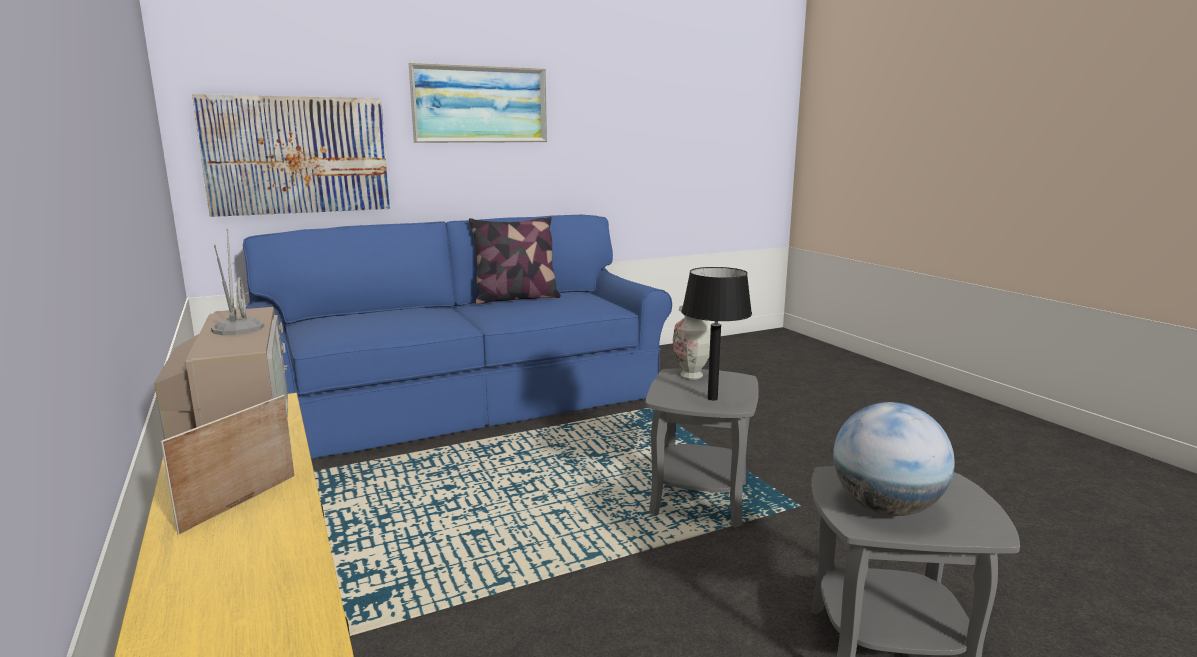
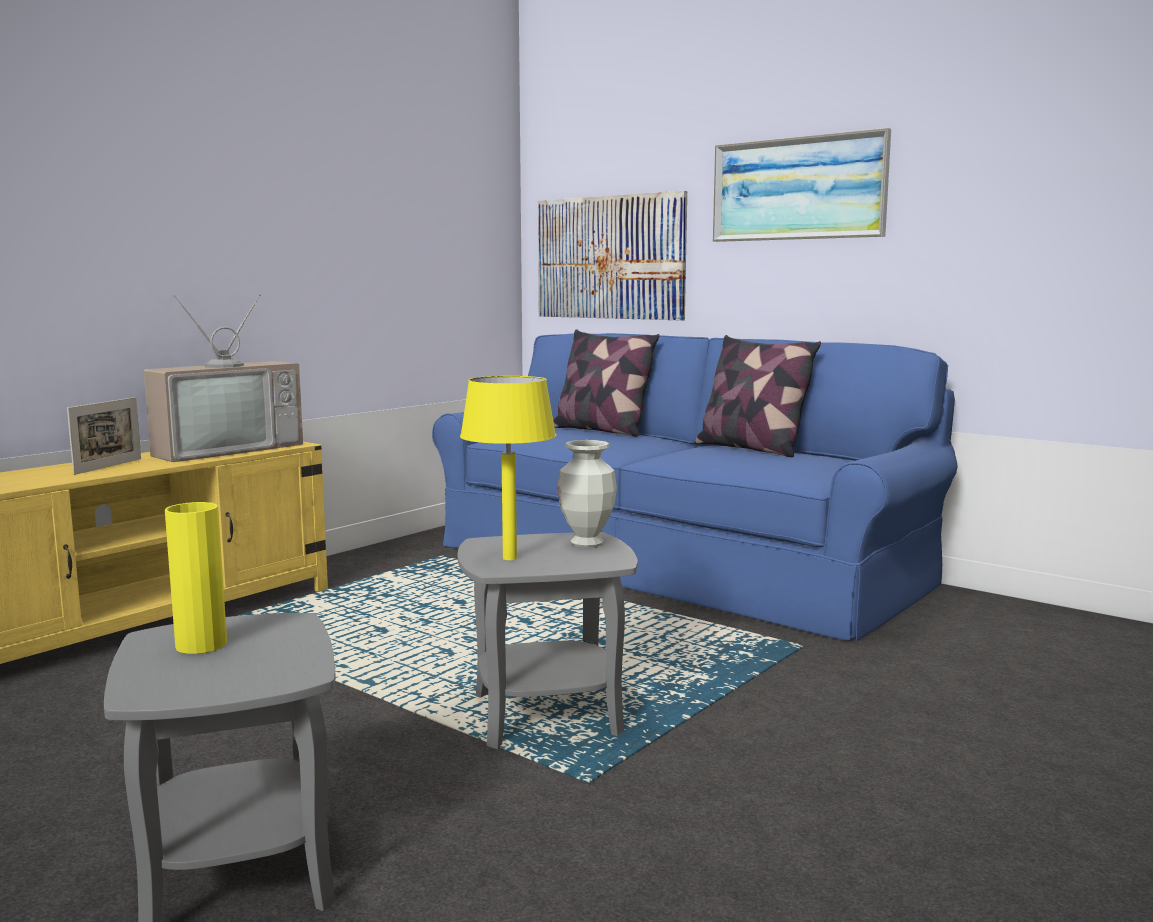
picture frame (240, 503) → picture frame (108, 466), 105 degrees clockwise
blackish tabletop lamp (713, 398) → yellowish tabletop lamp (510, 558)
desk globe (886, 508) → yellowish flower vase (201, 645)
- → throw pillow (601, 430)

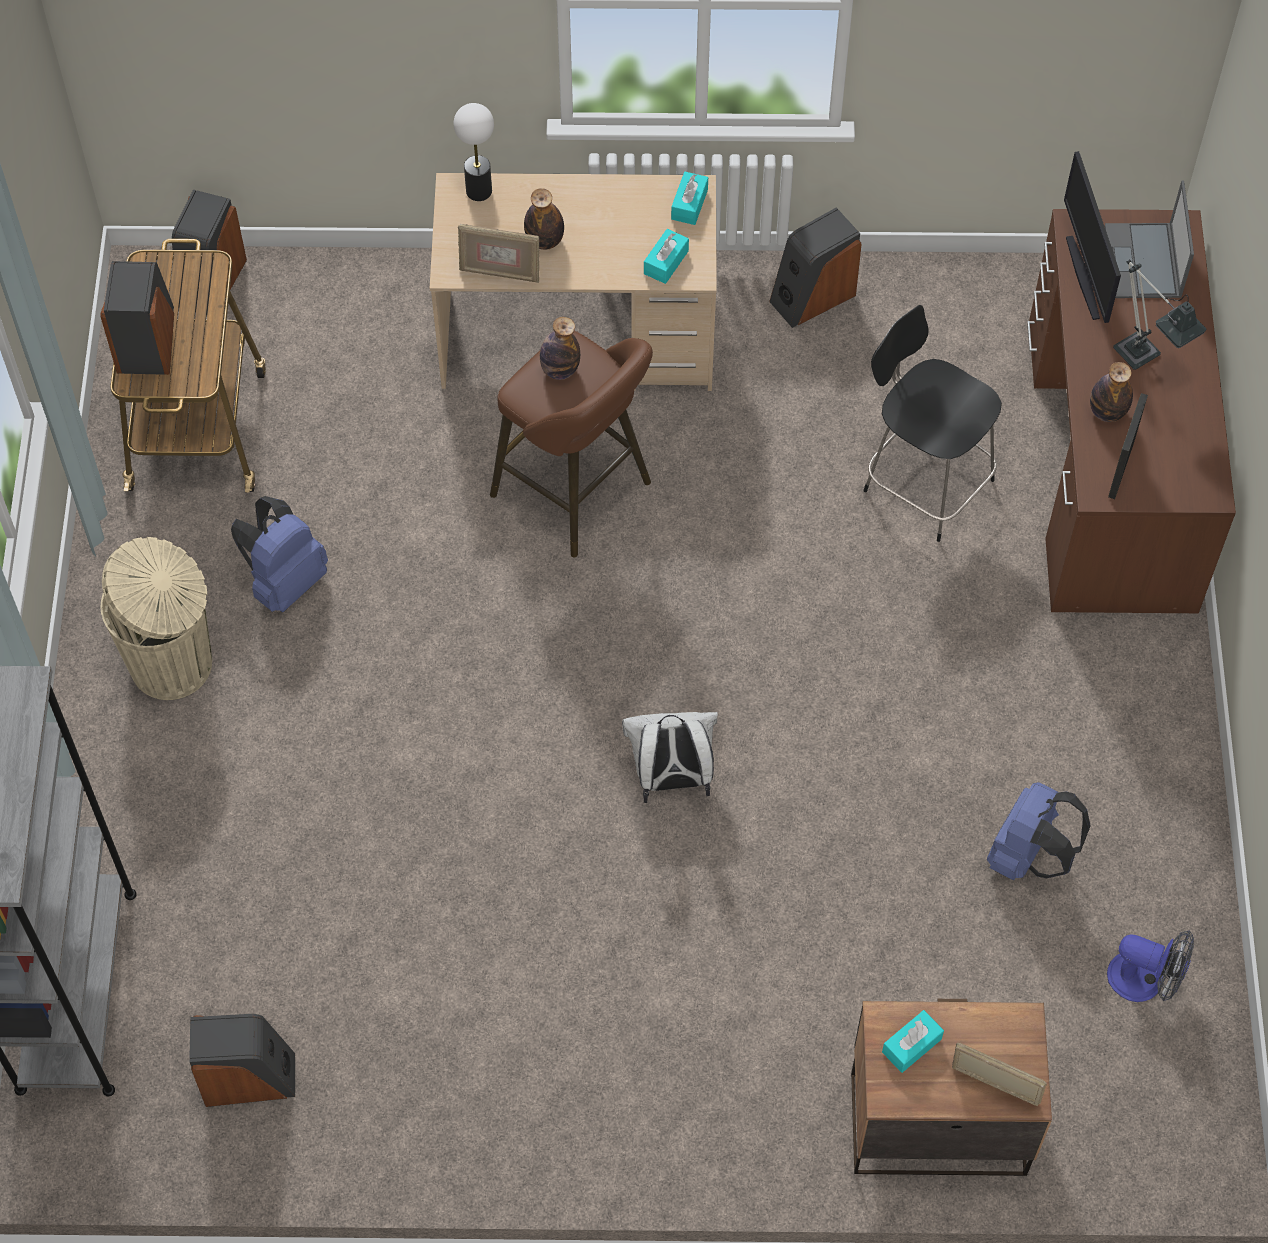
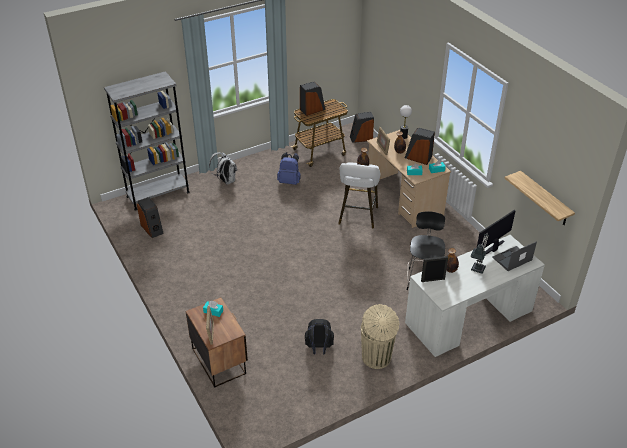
sand-coloured rubbish bin (174, 664) → sand-coloured rubbish bin (377, 358), shifted
brownish stool seat (578, 494) → white stool seat (358, 217)
white knapsack (671, 779) → white knapsack (225, 181), shifted
loudspeaker (812, 296) → loudspeaker (418, 158), shifted
bluish knapsack (1028, 855) → blackish knapsack (319, 348)
brownish desk (1109, 463) → white desk (468, 316)
electric fan (1145, 980) → -
- → wall shelf (544, 199)

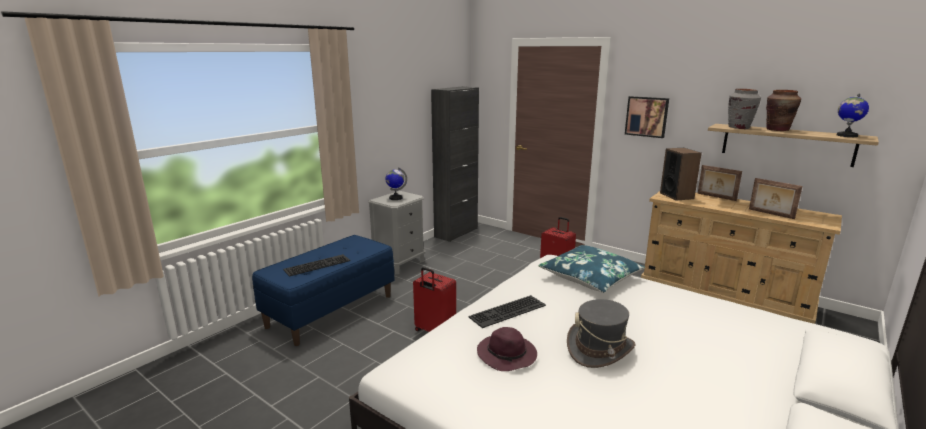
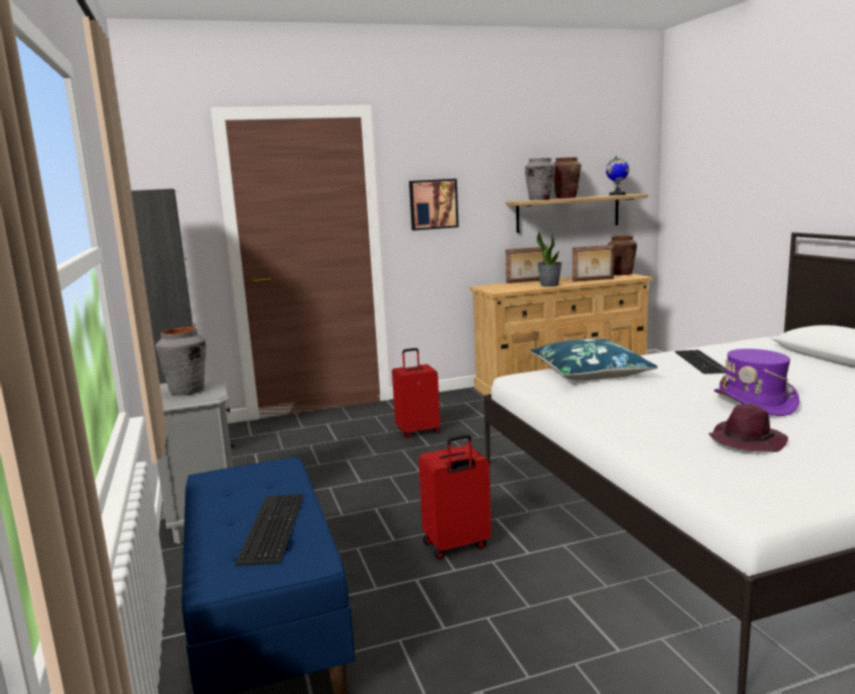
desk globe (395, 198) → gray flower vase (187, 391)
computer keyboard (508, 312) → computer keyboard (703, 362), shifted
gray clothing hat (600, 349) → purple-coloured clothing hat (755, 403)
loudspeaker (676, 196) → -
- → potted plant (549, 285)
- → brownish flower vase (621, 274)

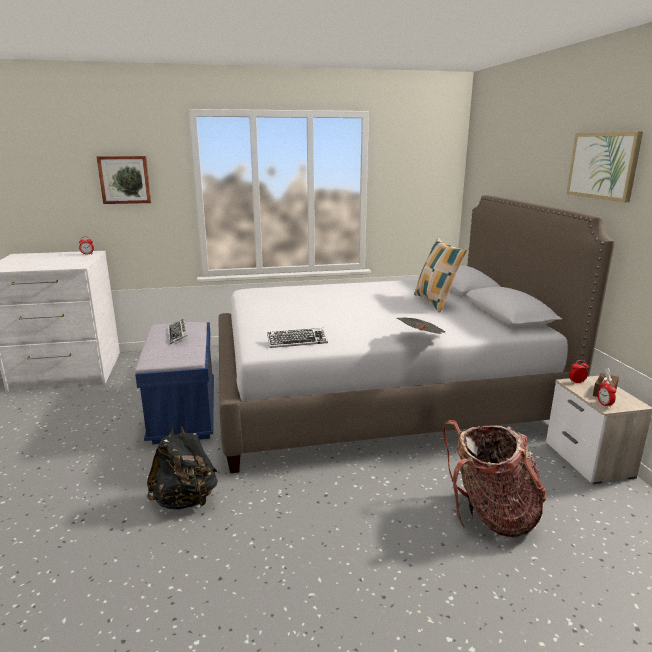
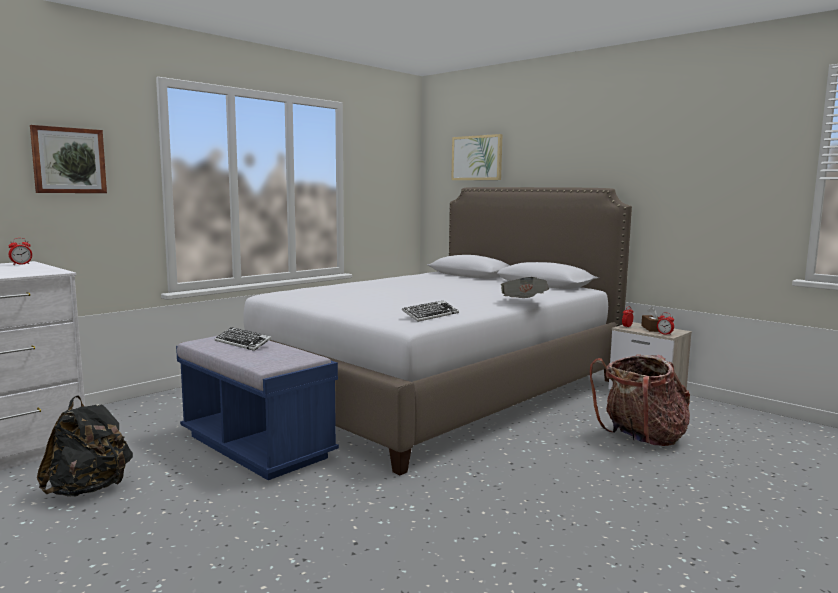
blackish knapsack (185, 500) → blackish knapsack (89, 490), shifted
throw pillow (435, 303) → -
wall art (603, 165) → wall art (477, 158), shifted

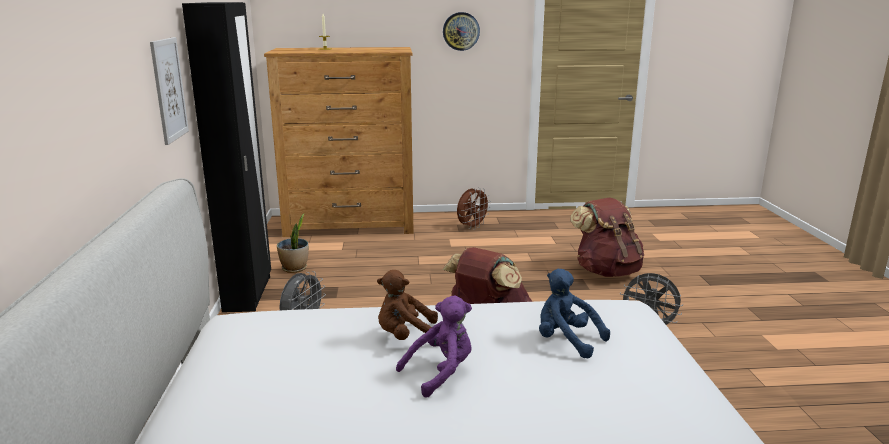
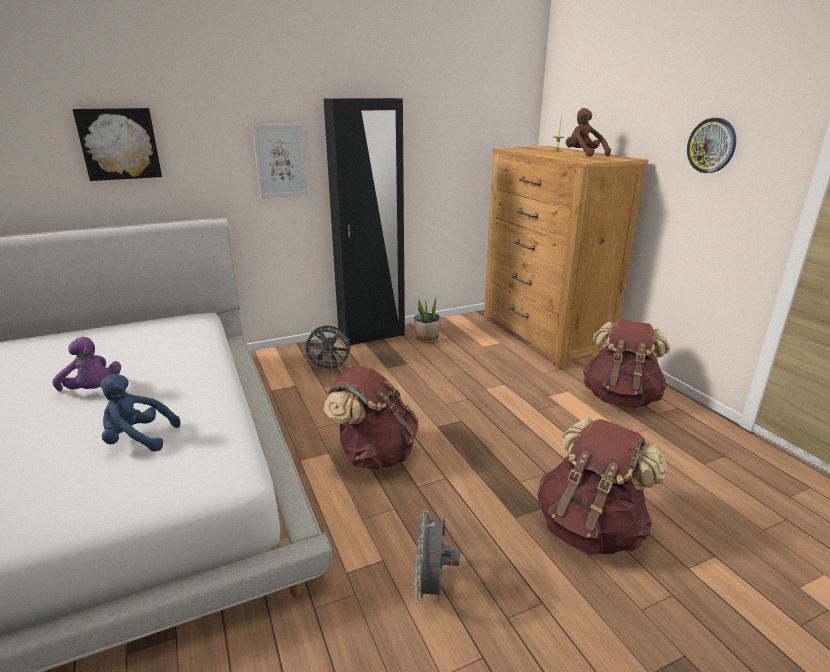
brownish plush toy (407, 337) → brownish plush toy (583, 155), shifted
brownish electric fan (472, 227) → brownish knapsack (620, 398)
bluish plush toy (566, 341) → bluish plush toy (138, 439), 105 degrees counterclockwise
- → wall art (119, 144)

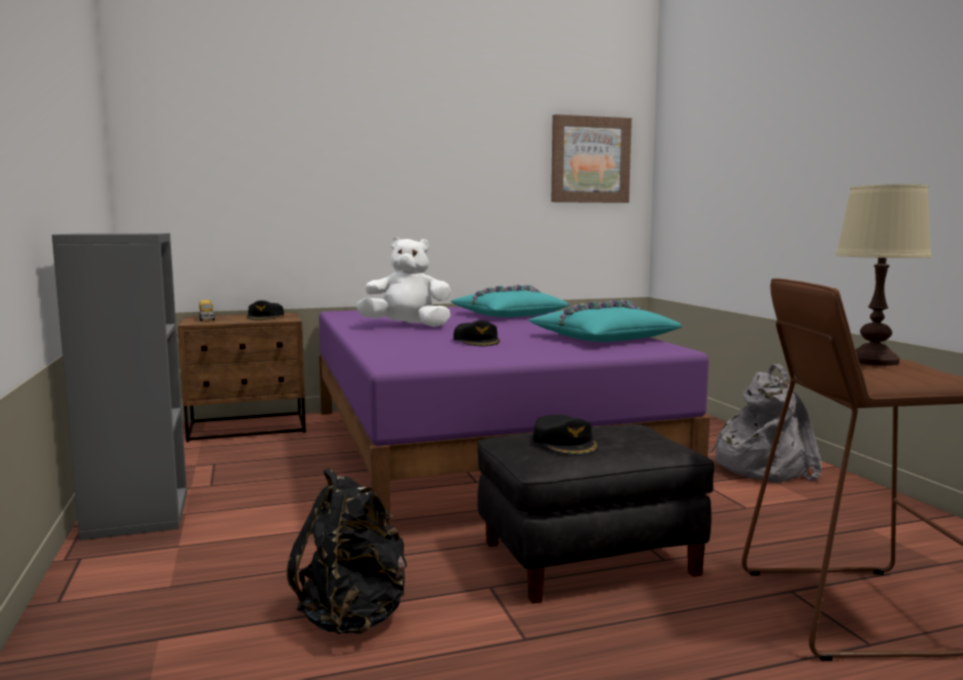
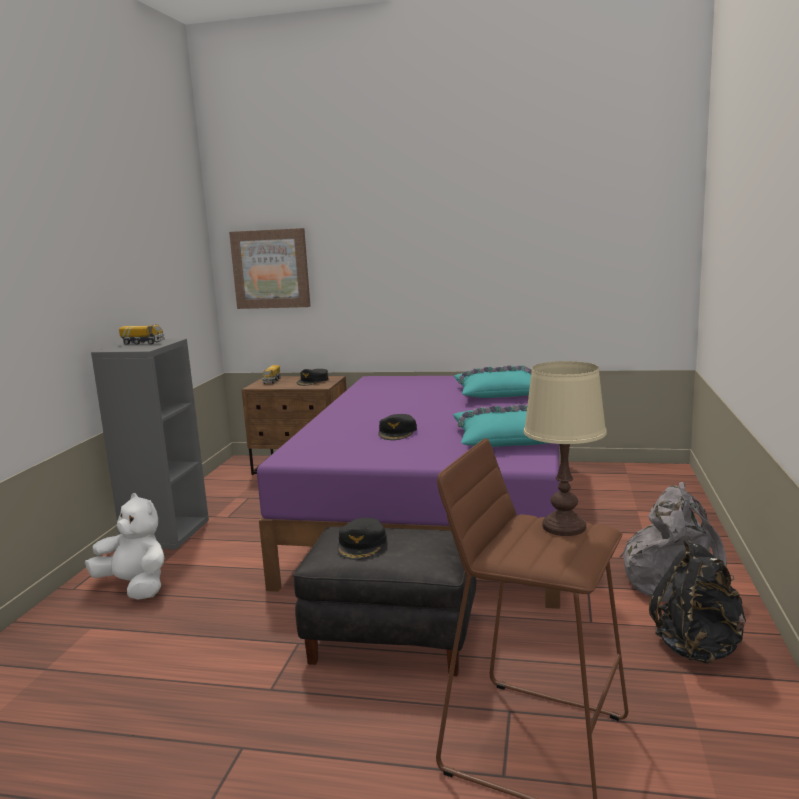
blackish knapsack (354, 616) → blackish knapsack (698, 647), shifted
white plush toy (407, 326) → white plush toy (135, 587), shifted
wall art (590, 160) → wall art (271, 269), shifted
- → model truck (143, 343)

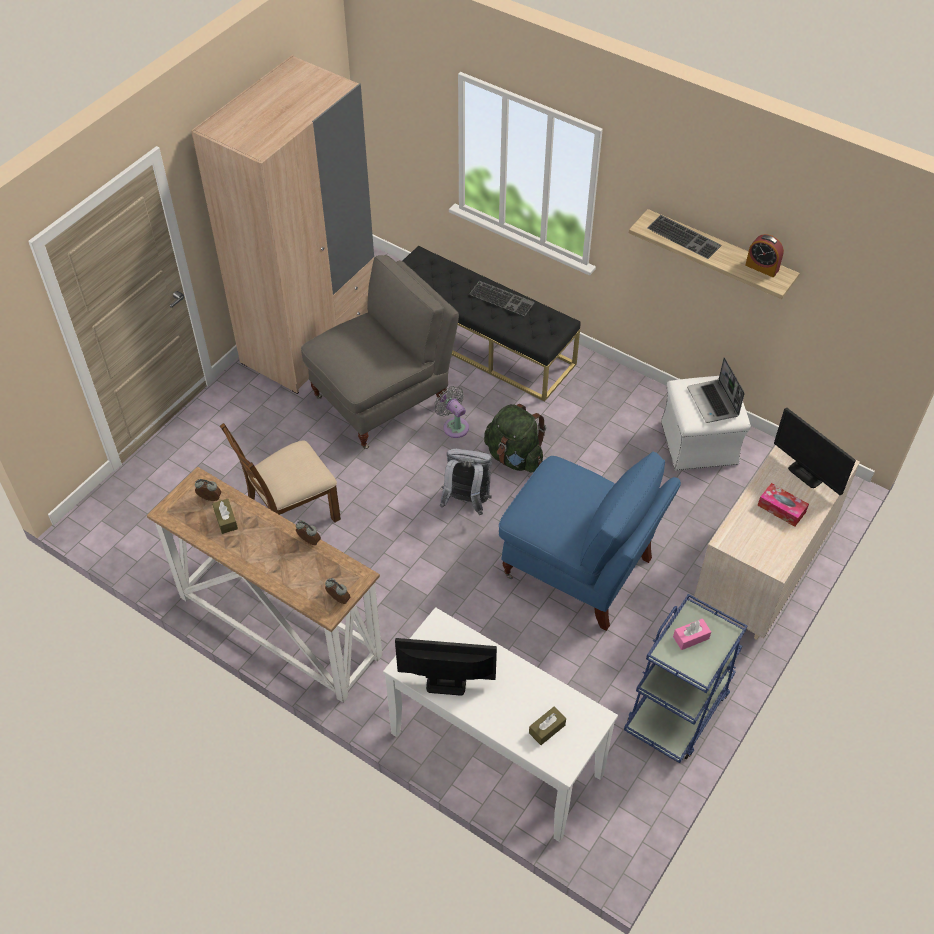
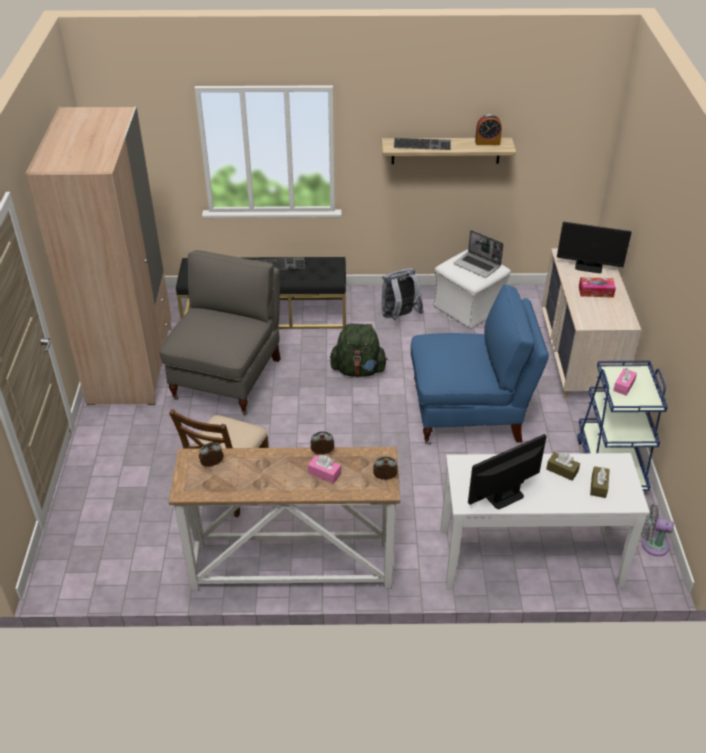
brownish tissue holder (226, 520) → brownish tissue holder (562, 470), shifted
gray electric fan (454, 426) → gray electric fan (651, 544), shifted
gray knapsack (466, 501) → gray knapsack (399, 317), shifted
- → pinkish tissue holder (324, 473)

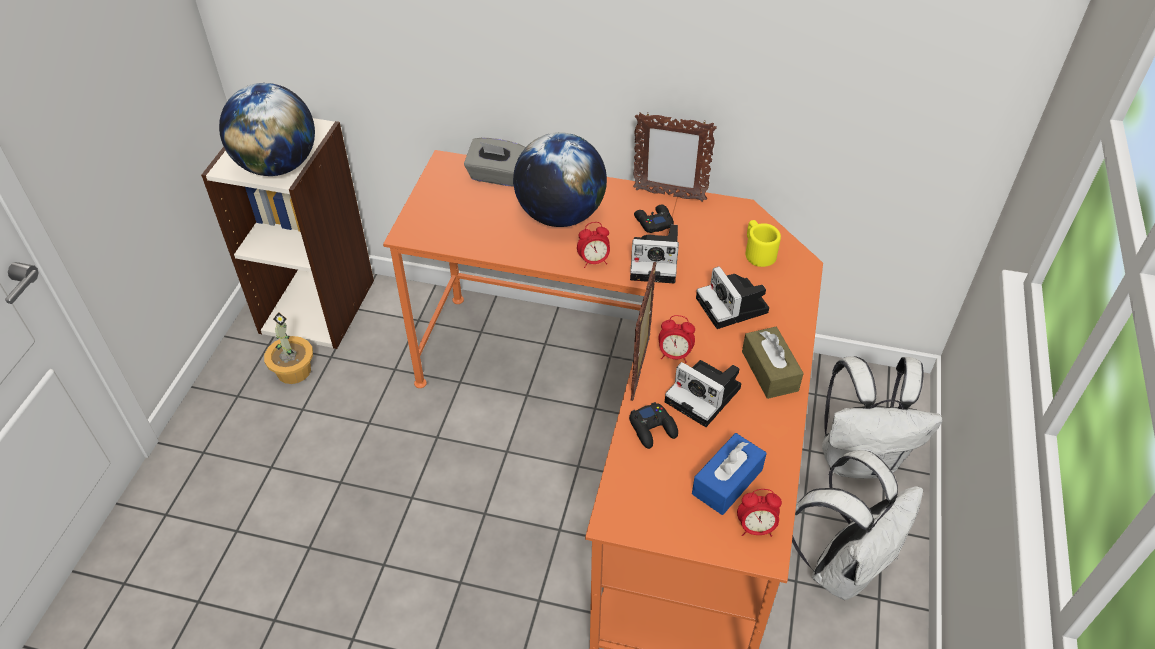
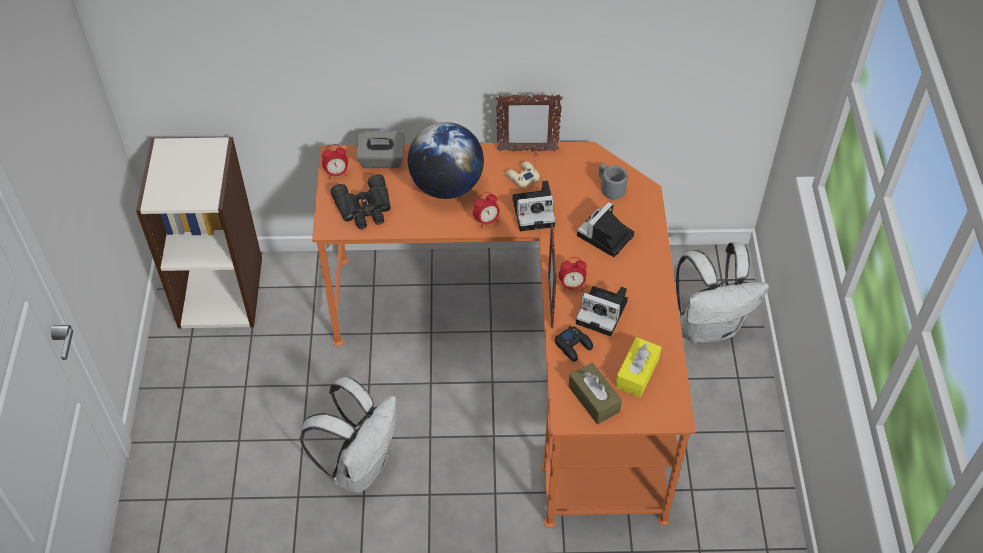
desk globe (278, 166) → -
potted plant (293, 370) → -
blackish gamepad (653, 222) → sand-coloured gamepad (522, 177)
bluish tissue holder (727, 482) → yellowish tissue holder (637, 373)
photo camera (734, 307) → photo camera (604, 237), 75 degrees clockwise
bedside clock (755, 528) → bedside clock (337, 173), shifted
brownish tissue holder (769, 371) → brownish tissue holder (594, 399), shifted
yellowish tea mug (757, 252) → gray tea mug (610, 187)
white knapsack (843, 566) → white knapsack (360, 466), shifted
- → blackish pair of binoculars (364, 208)

